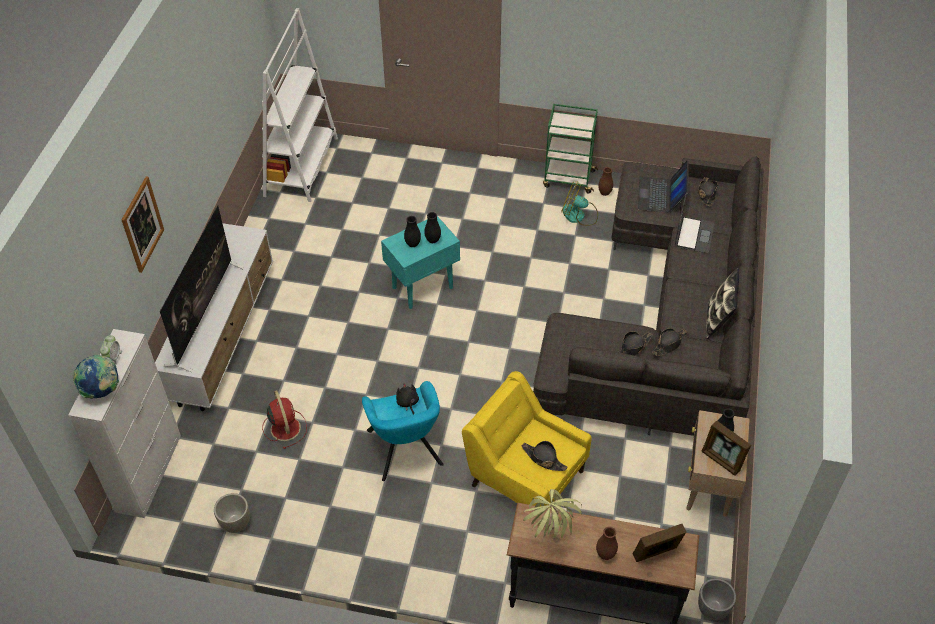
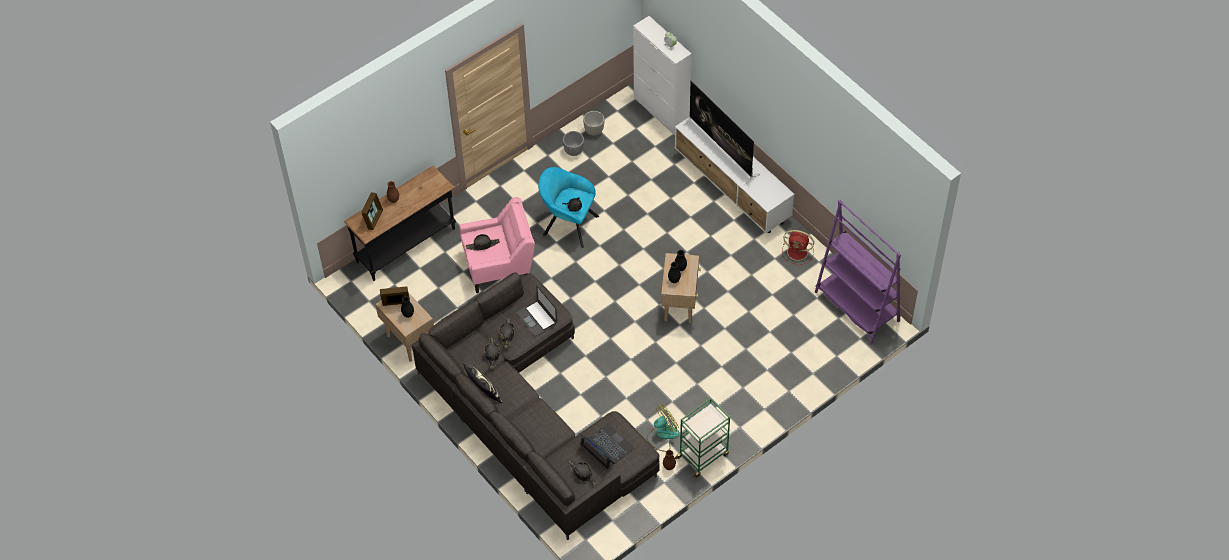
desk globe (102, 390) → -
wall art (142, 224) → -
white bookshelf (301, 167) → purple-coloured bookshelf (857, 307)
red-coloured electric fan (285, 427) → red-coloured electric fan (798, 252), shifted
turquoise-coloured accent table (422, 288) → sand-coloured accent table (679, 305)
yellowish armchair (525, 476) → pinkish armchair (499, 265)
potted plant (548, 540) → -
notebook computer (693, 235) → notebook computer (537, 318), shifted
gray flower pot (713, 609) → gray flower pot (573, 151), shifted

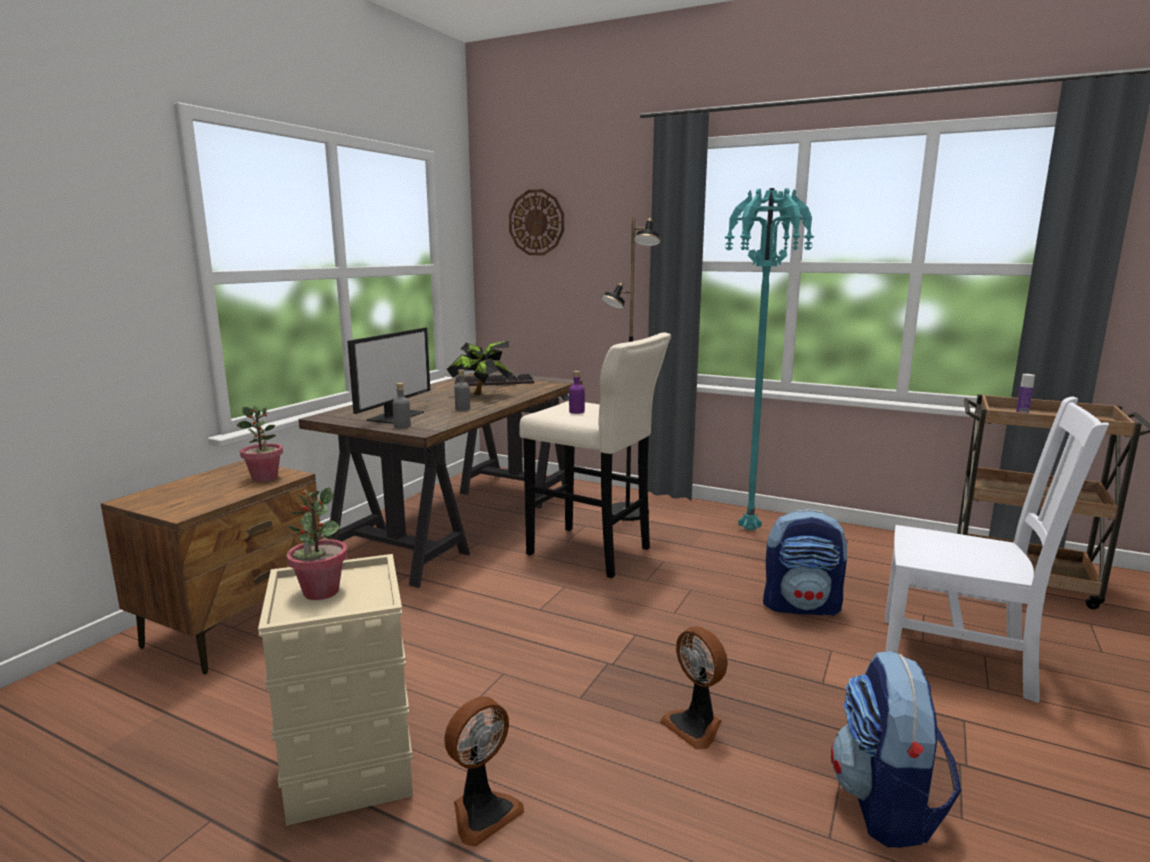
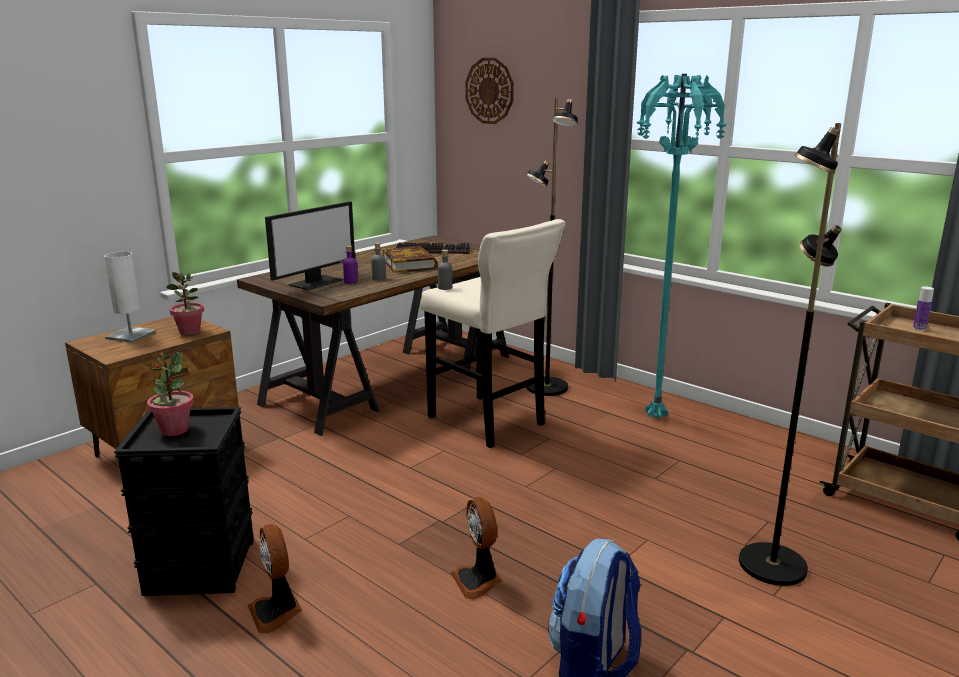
sand-coloured storage bin (348, 768) → blackish storage bin (199, 566)
gray drink bottle (402, 426) → gray drink bottle (445, 288), shifted
electric fan (482, 812) → electric fan (276, 612), 90 degrees clockwise
potted plant (482, 395) → book (409, 264)
purple-coloured drink bottle (576, 412) → purple-coloured drink bottle (351, 282), shifted
knapsack (801, 606) → -
white plain chair (961, 658) → blackish standing lamp (770, 565)
- → white tabletop lamp (131, 335)

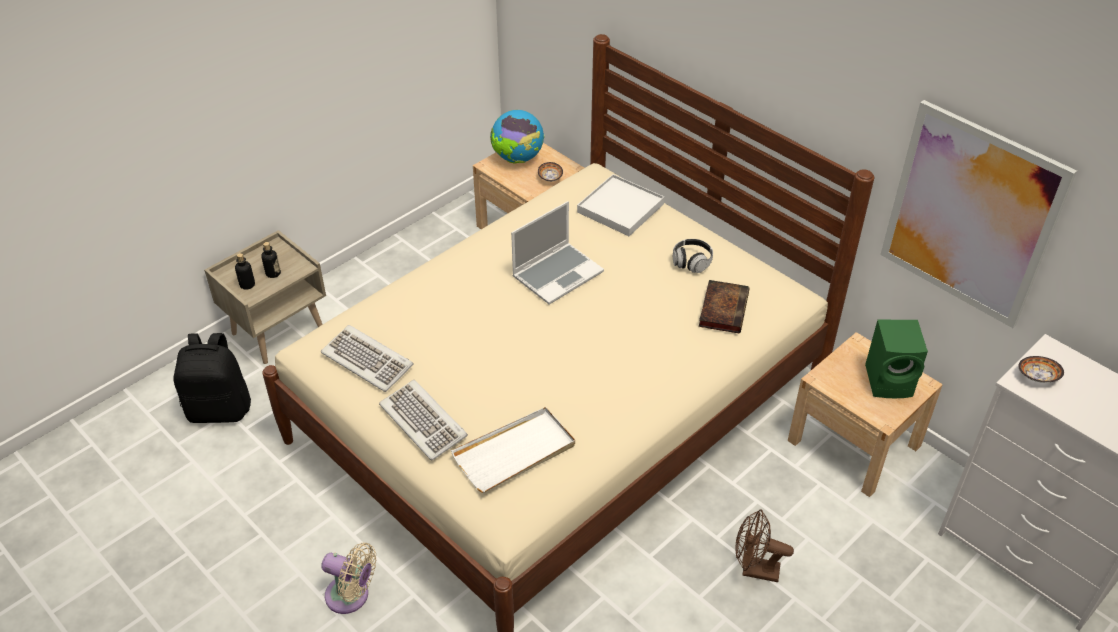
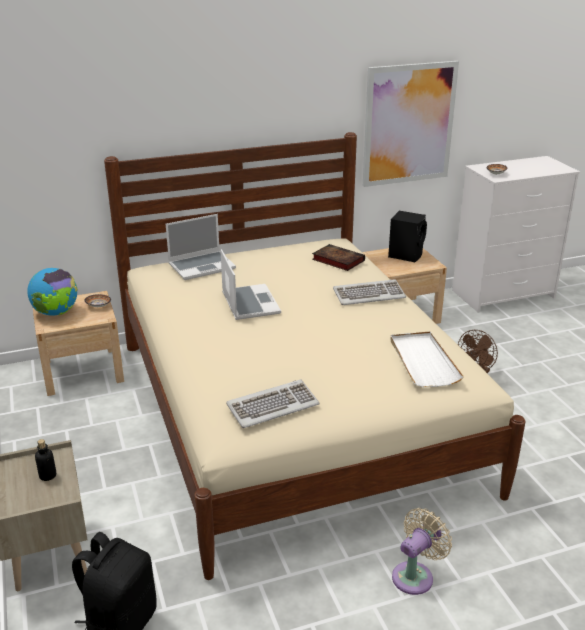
drink bottle (247, 285) → -
computer keyboard (424, 422) → computer keyboard (369, 295), shifted
white tray (620, 208) → notebook computer (202, 266)
headset (691, 262) → -
greenish loudspeaker (890, 381) → blackish loudspeaker (406, 255)

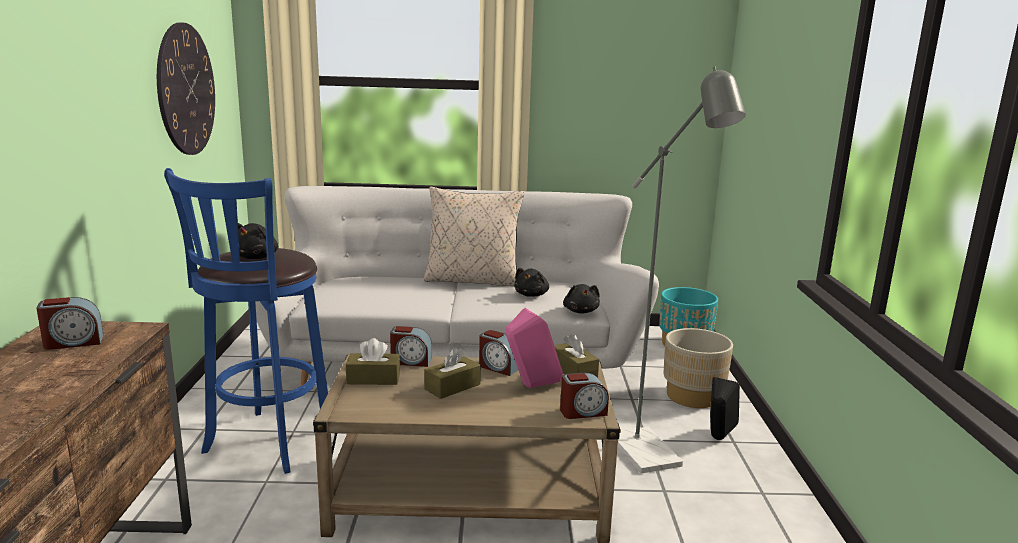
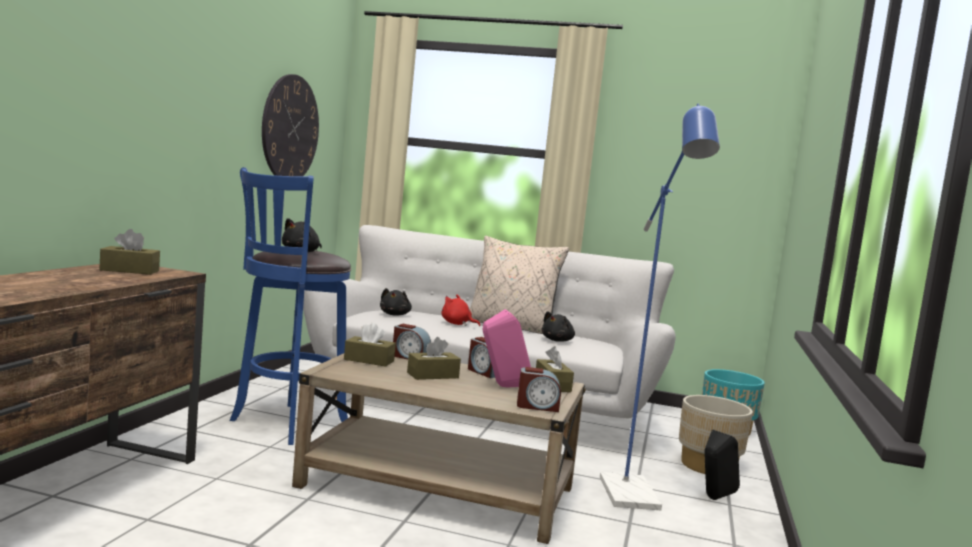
bedside clock (73, 342) → brownish tissue holder (129, 270)
blackish plush toy (581, 311) → blackish plush toy (395, 315), shifted
gray standing lamp (652, 459) → bluish standing lamp (633, 499)
- → red-coloured plush toy (457, 324)

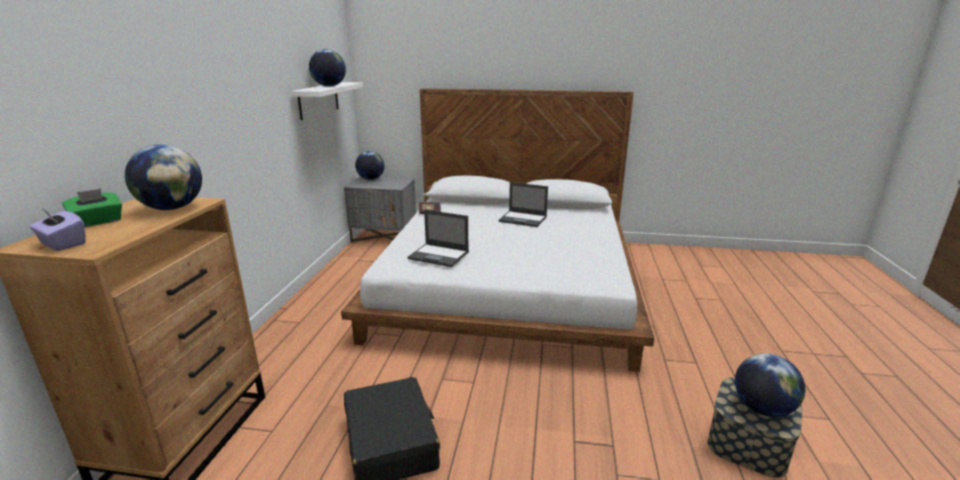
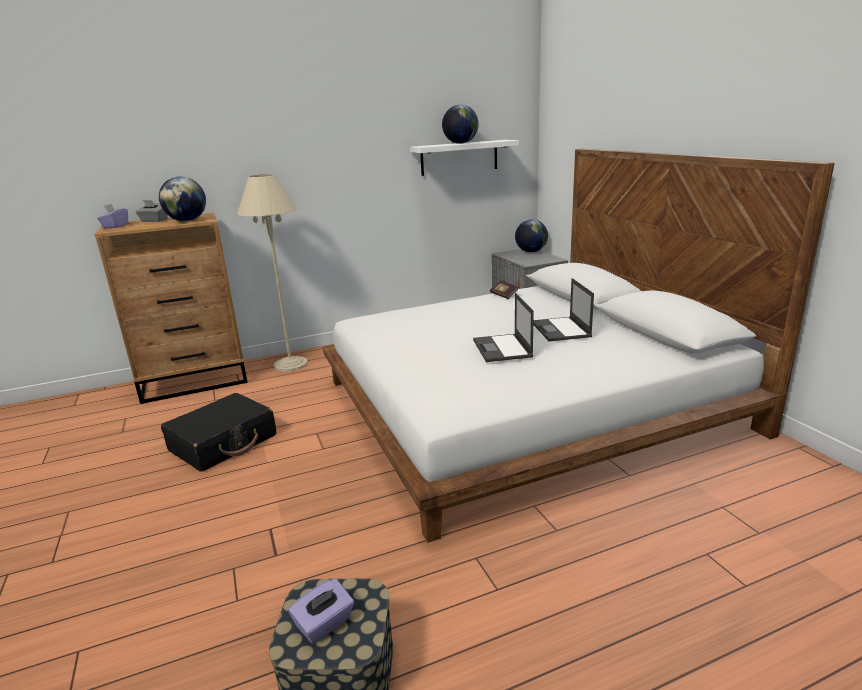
greenish tissue holder (98, 222) → gray tissue holder (154, 220)
notebook computer (439, 255) → notebook computer (502, 348), shifted
desk globe (762, 408) → purple-coloured tissue holder (324, 624)
- → sand-coloured standing lamp (291, 364)

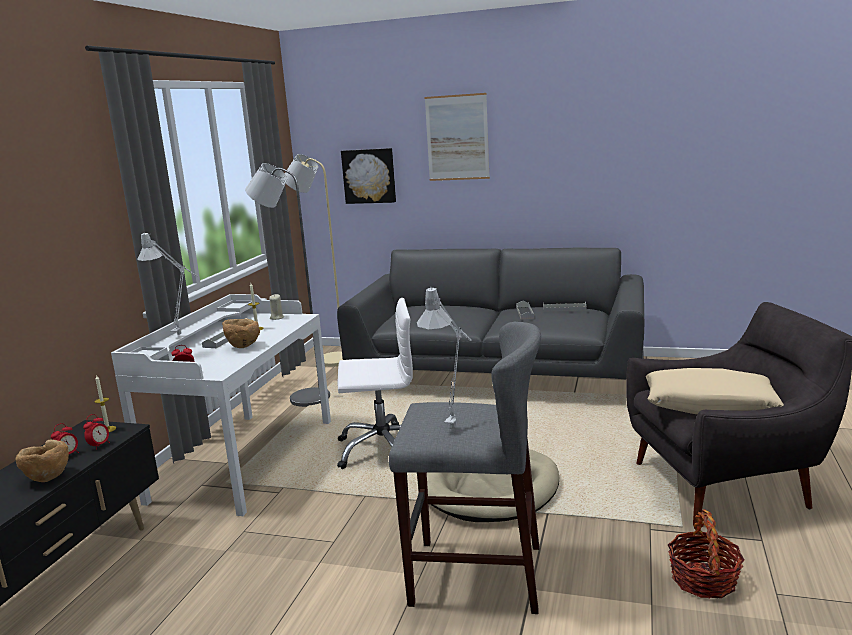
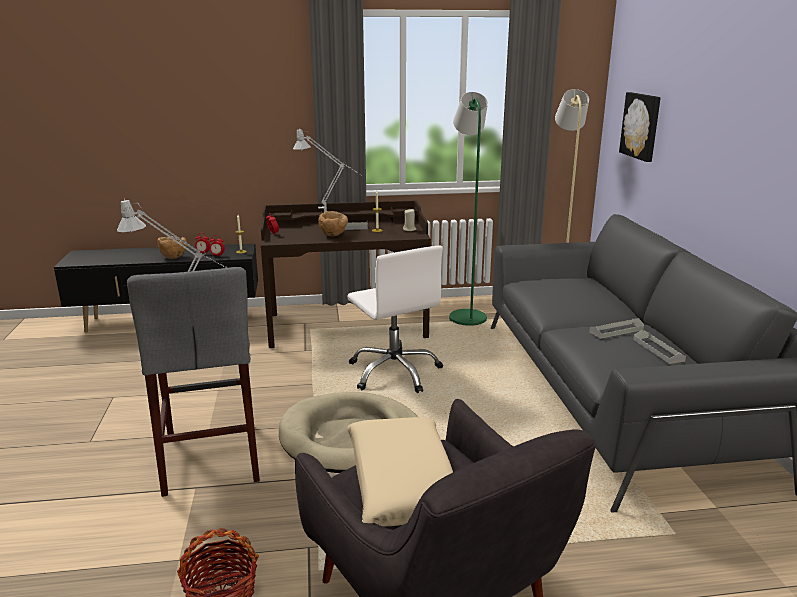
white desk (244, 459) → brownish desk (347, 325)
gray standing lamp (302, 398) → greenish standing lamp (465, 316)
wall art (457, 137) → -

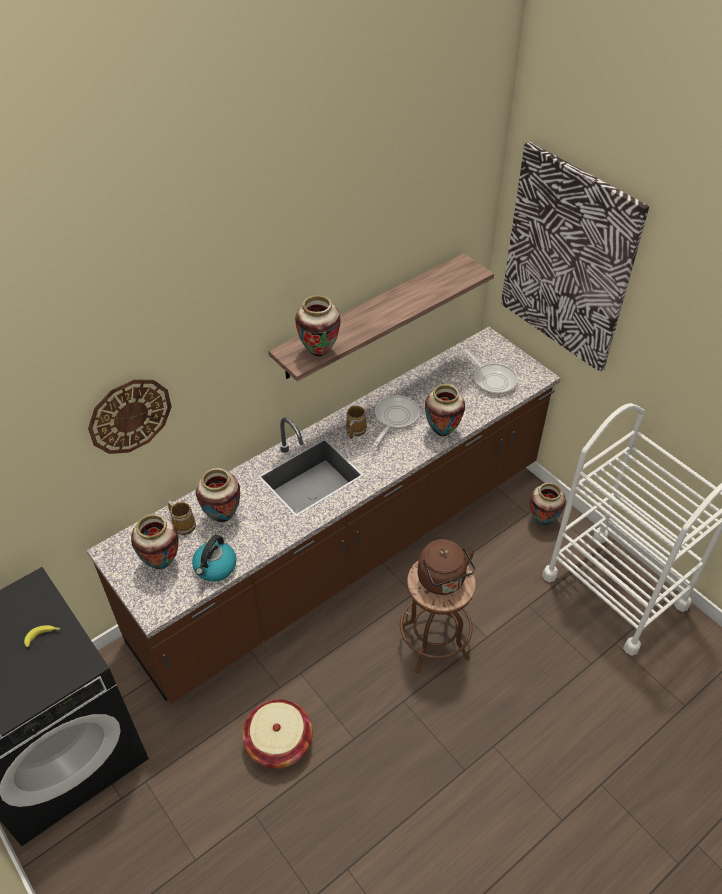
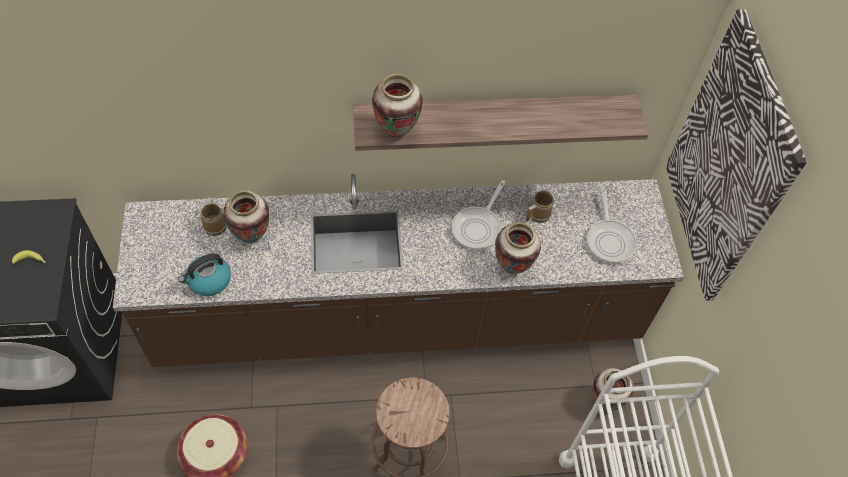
clock on the wall (130, 415) → -
flower vase (161, 563) → -
tea mug (355, 430) → tea mug (537, 214), shifted
frying pan (394, 418) → frying pan (478, 227), 150 degrees clockwise
brownish kettle (443, 581) → -

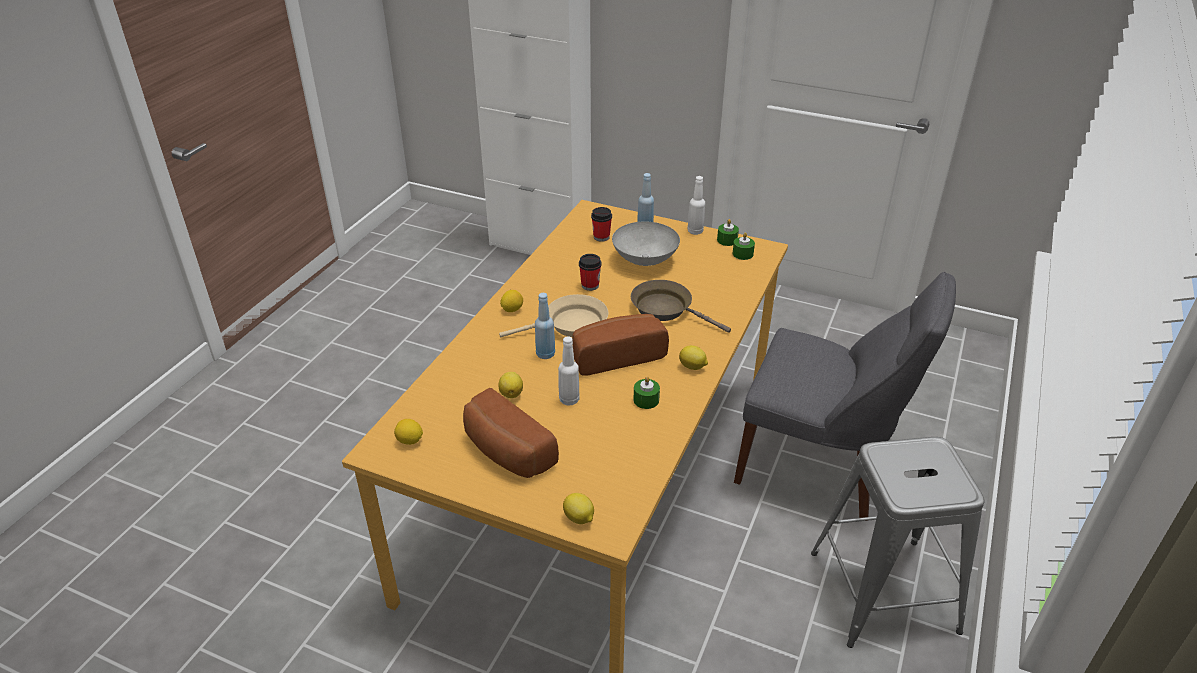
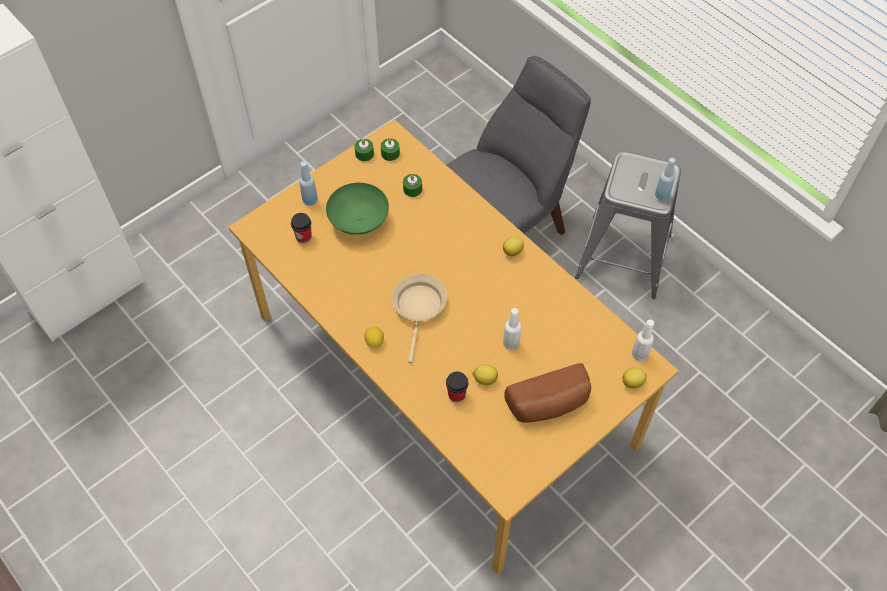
whole lemon (410, 441) → -
bluish drink bottle (545, 354) → bluish drink bottle (661, 195), shifted
bread (616, 355) → -
cup (590, 285) → cup (456, 394), shifted
gray deep dish (646, 260) → greenish deep dish (359, 220)
brownish frying pan (666, 309) → -
greenish wax light (646, 400) → greenish wax light (412, 189), shifted
white drink bottle (695, 231) → white drink bottle (639, 354), shifted

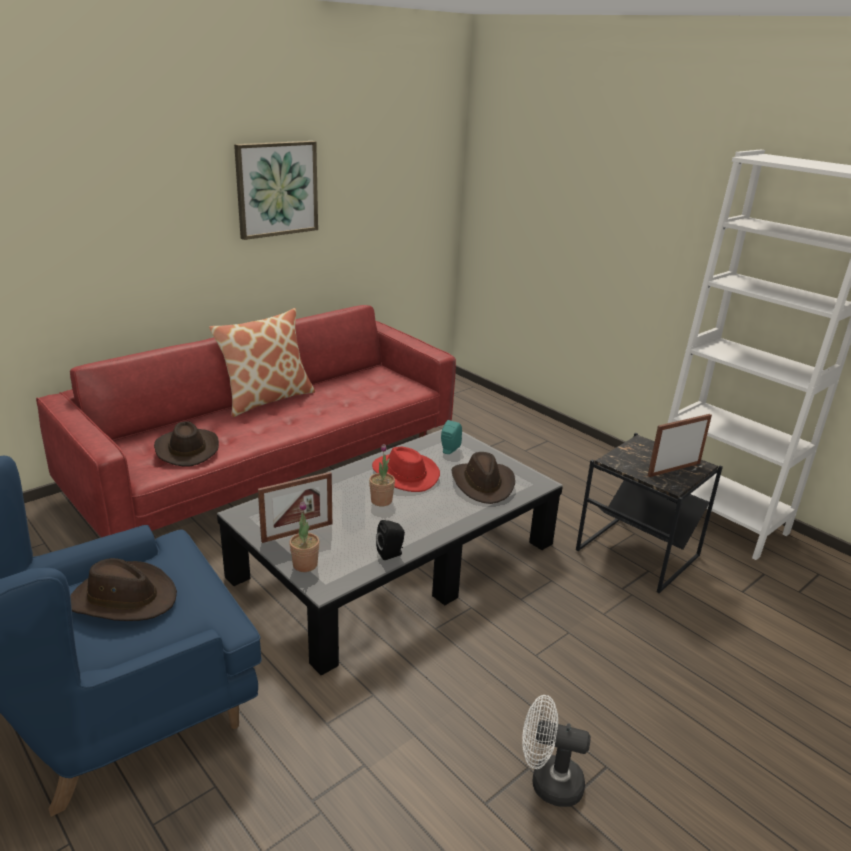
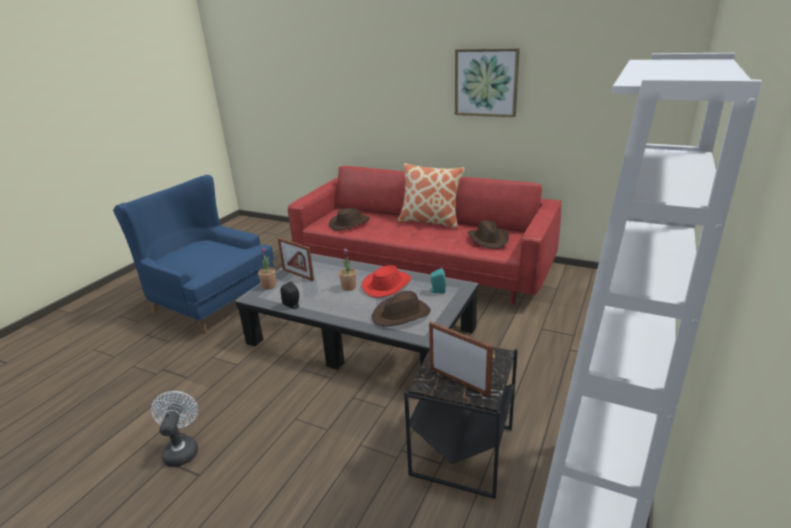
brownish clothing hat (124, 598) → brownish clothing hat (488, 239), shifted

